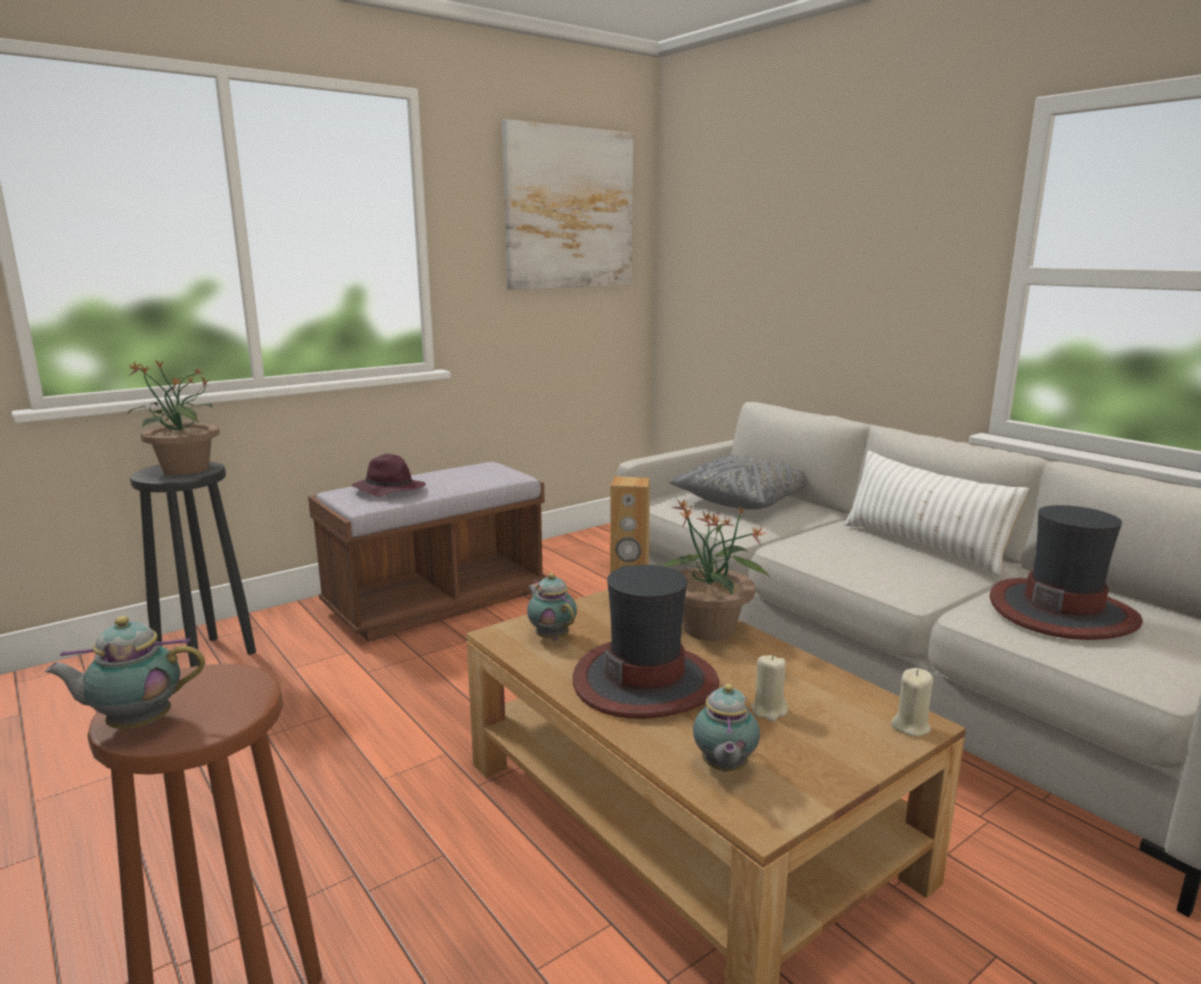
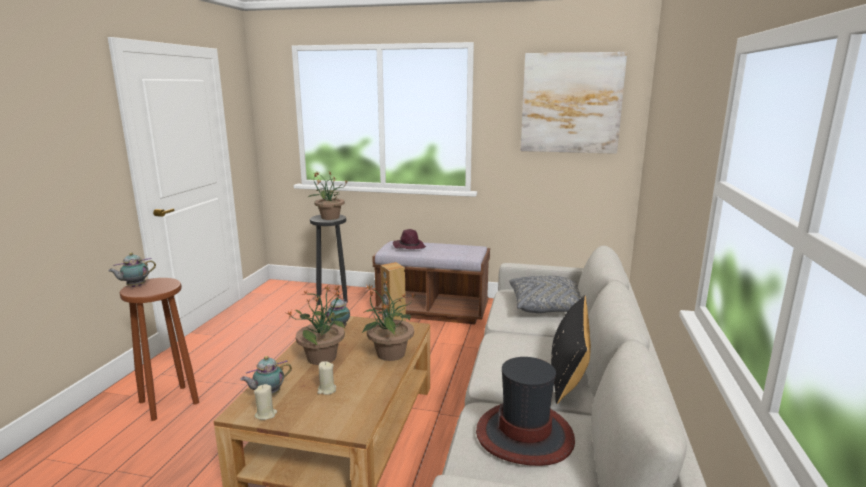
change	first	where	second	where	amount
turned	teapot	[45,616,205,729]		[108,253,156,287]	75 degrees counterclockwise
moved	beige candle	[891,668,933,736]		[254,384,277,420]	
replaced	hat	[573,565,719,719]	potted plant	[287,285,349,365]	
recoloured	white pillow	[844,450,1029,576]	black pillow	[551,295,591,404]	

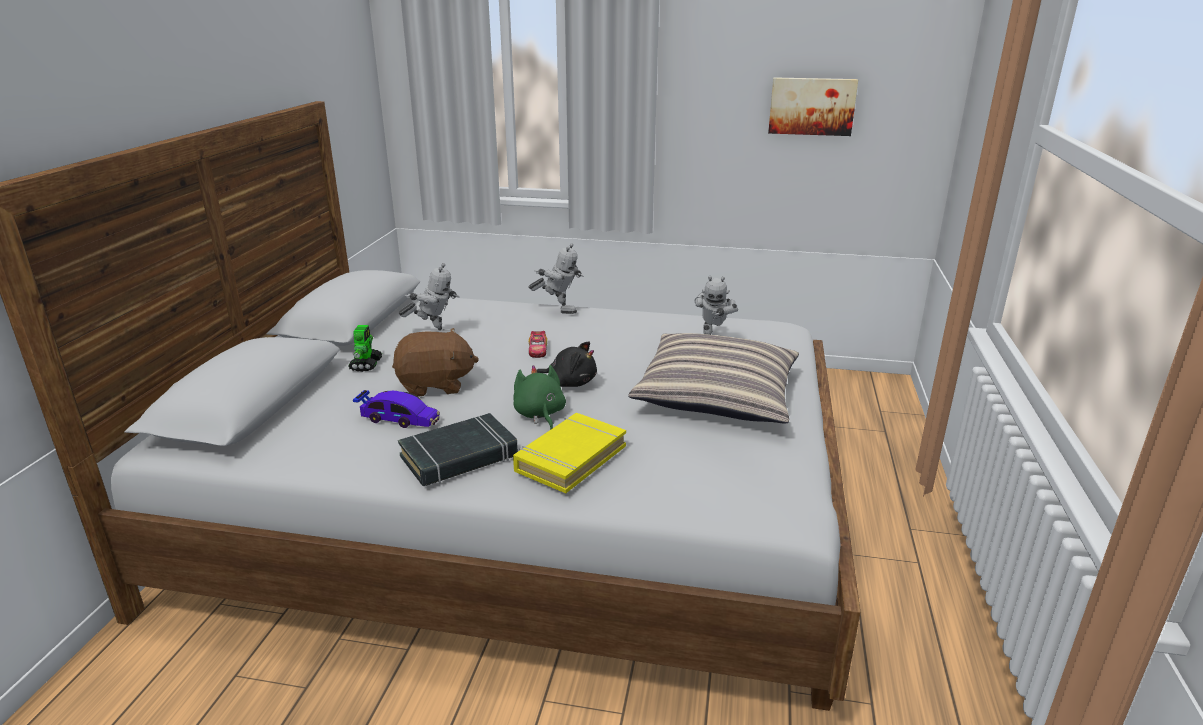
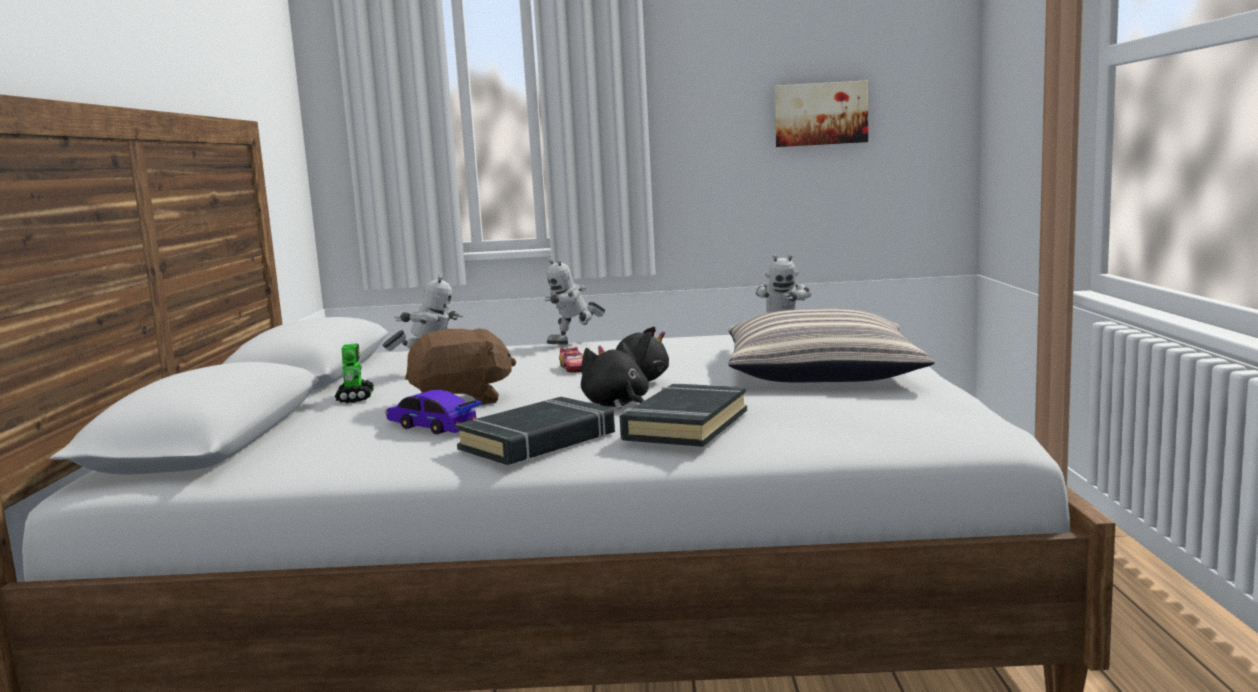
change	first	where	second	where	amount
turned	toy car	[353,390,440,428]		[385,390,482,435]	150 degrees counterclockwise
turned	toy robot	[528,243,583,314]		[544,259,605,344]	135 degrees clockwise
recoloured	green plush toy	[513,365,566,430]	black plush toy	[581,342,649,409]	
recoloured	yellow book	[513,413,626,493]	black book	[620,384,747,447]	

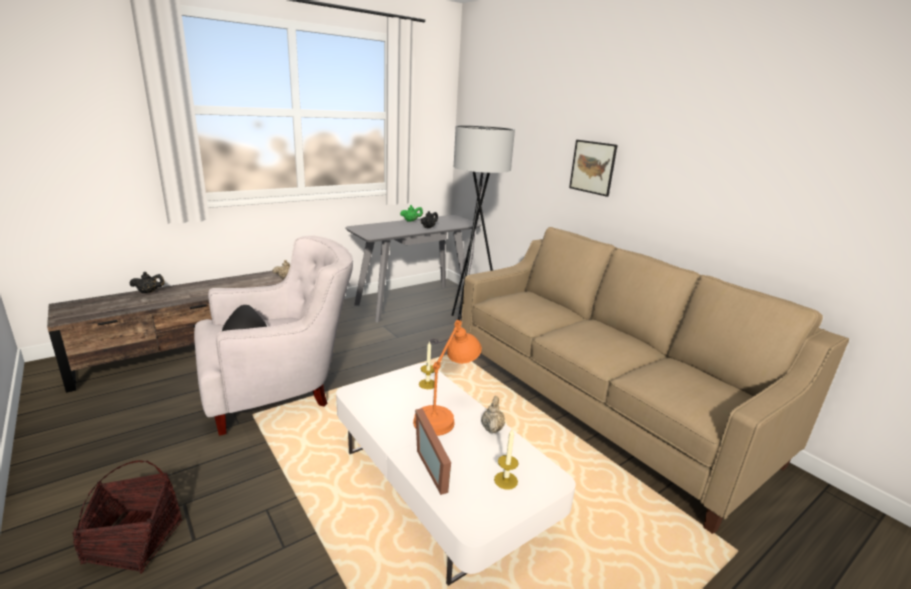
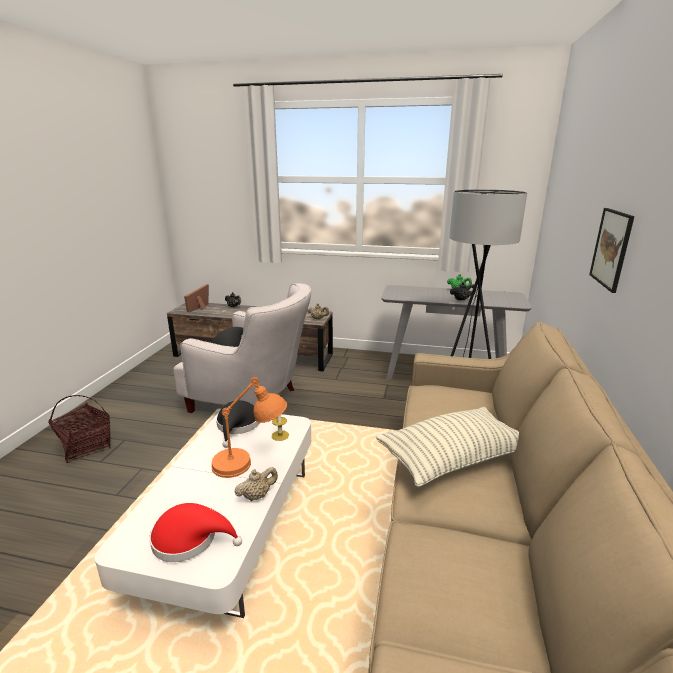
change	first	where	second	where	amount
replaced	candle	[494,429,519,490]	red hat	[150,503,242,562]	
moved	picture frame	[415,408,451,495]		[184,284,209,312]	
added			black hat	[216,400,259,448]	
added			pillow	[376,407,519,487]	

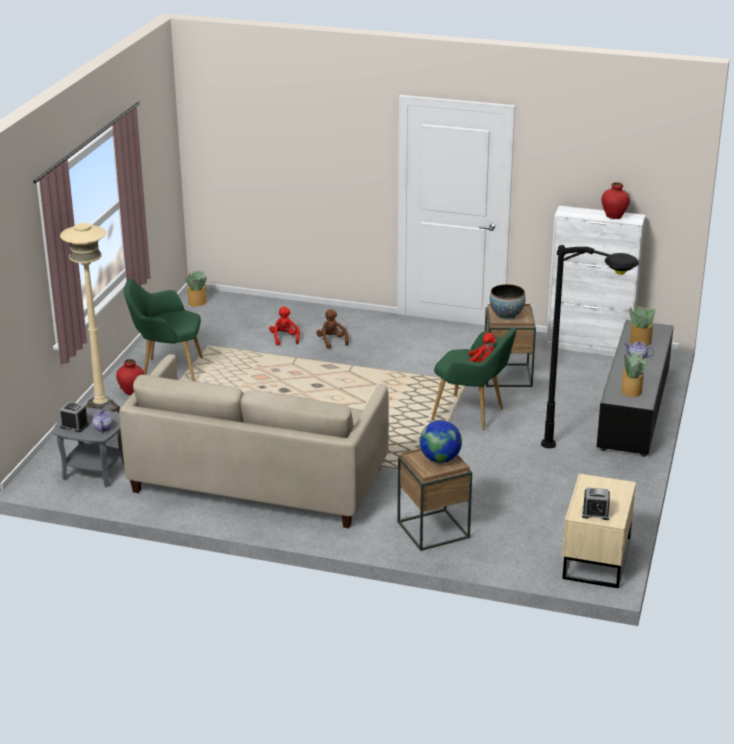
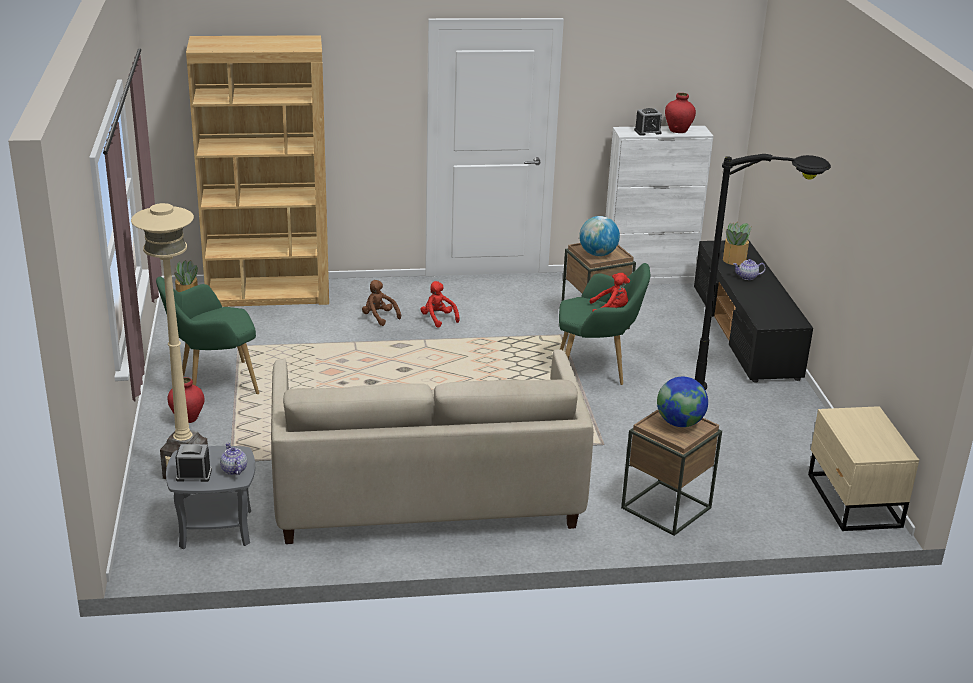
change	first	where	second	where	amount
added			brown bookcase	[186,35,329,307]	
moved	red plush toy	[269,306,300,345]		[421,281,460,328]	
replaced	bowl	[490,284,525,320]	globe	[579,216,620,256]	
moved	alarm clock	[582,487,610,520]		[634,108,662,136]	
removed	potted plant	[621,352,647,397]			

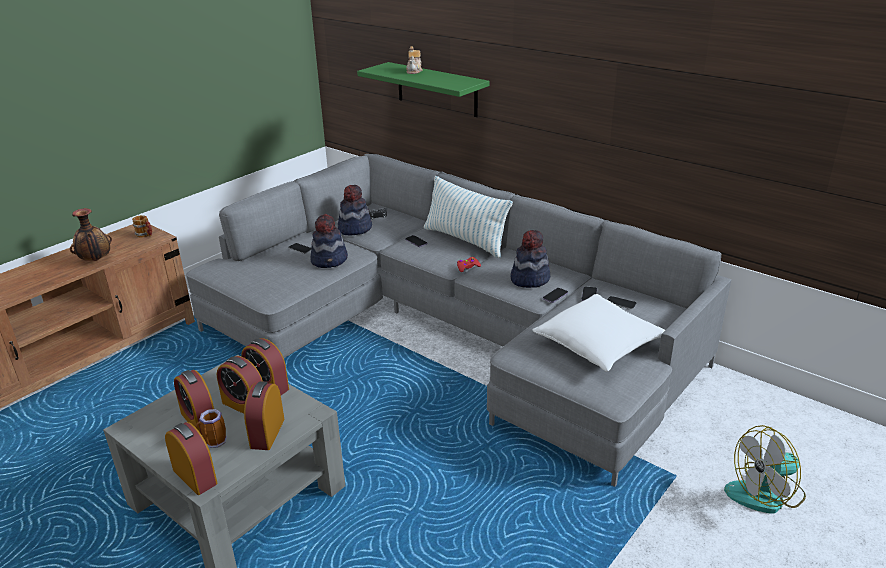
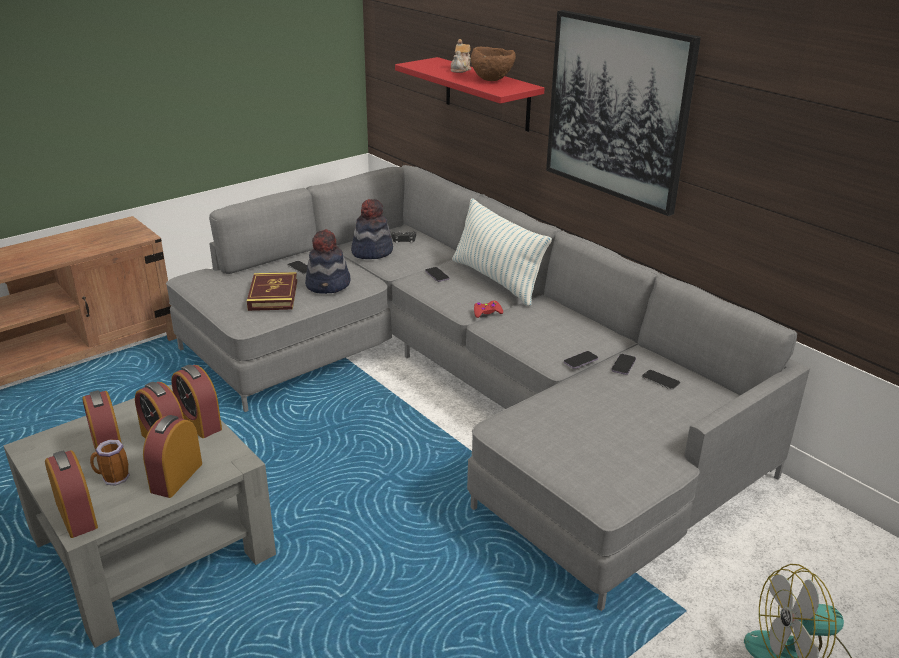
change	first	where	second	where	amount
added			book	[247,272,297,311]	
recoloured	green shelf	[357,62,489,117]	red shelf	[395,57,545,132]	
added			brown bowl	[471,47,516,81]	
added			picture	[546,10,701,216]	
removed	vase	[70,208,112,261]			
removed	mug	[132,215,152,238]			
removed	hat	[511,230,550,288]			
removed	white pillow	[532,294,665,372]			

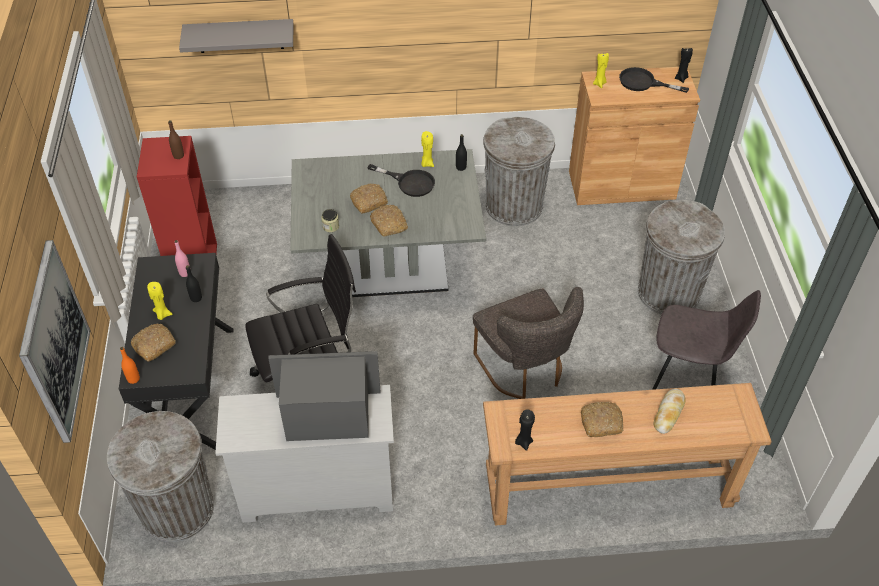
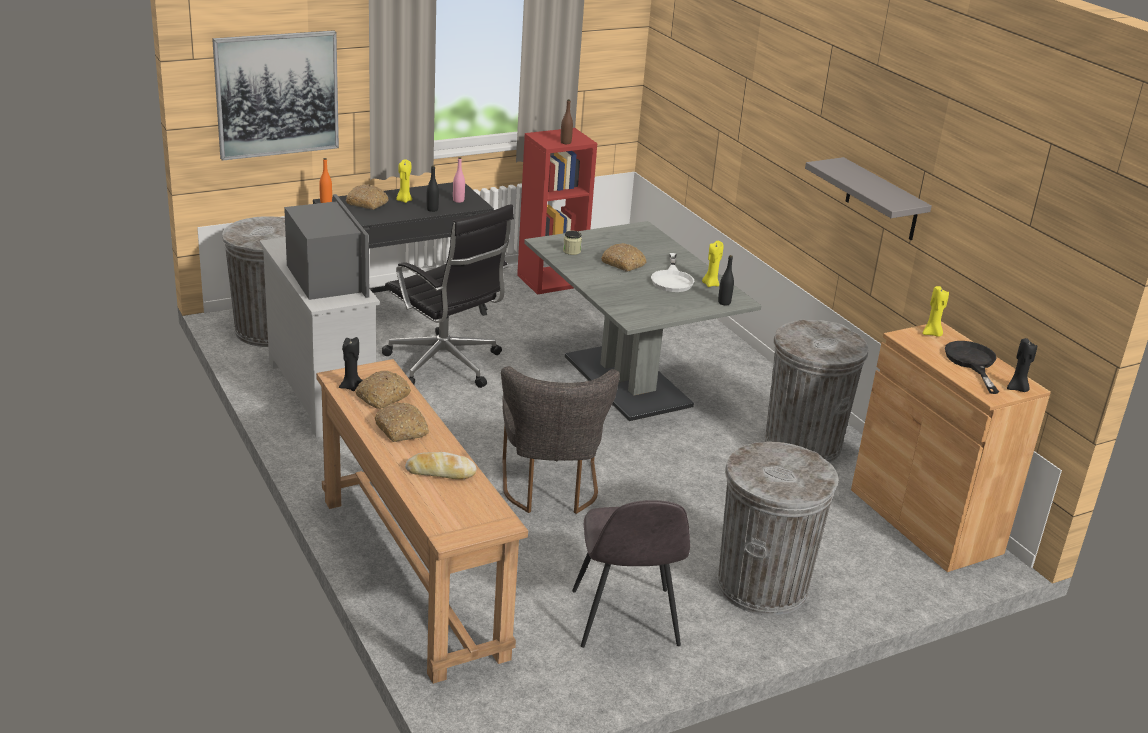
change	first	where	second	where	amount
moved	bread	[370,205,408,237]		[355,371,411,409]	
turned	grey chair	[473,287,584,399]		[501,366,620,514]	45 degrees counterclockwise
recoloured	black frying pan	[367,164,435,197]	white frying pan	[651,253,694,292]	
moved	grey shelf	[179,19,294,53]		[805,157,932,240]	

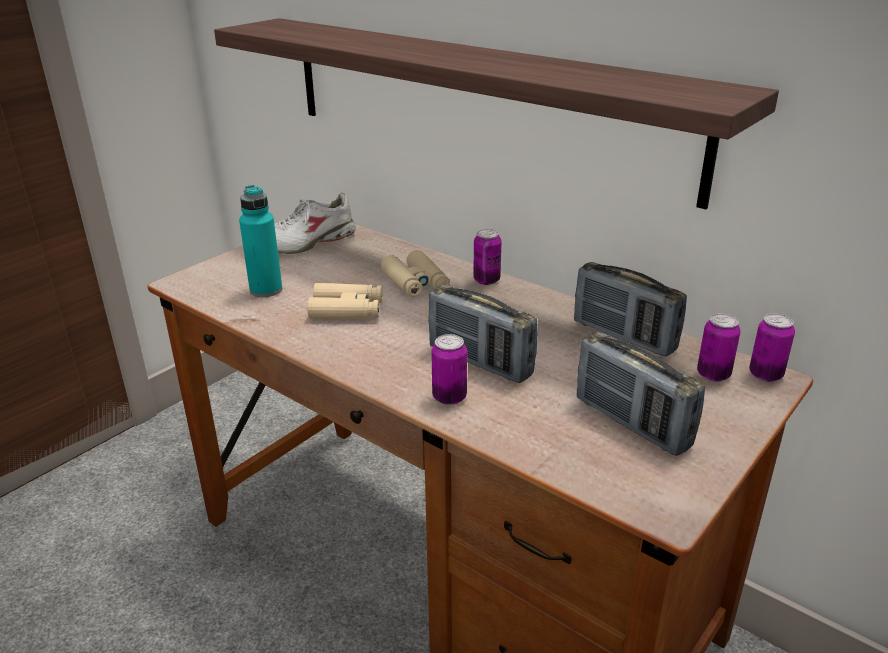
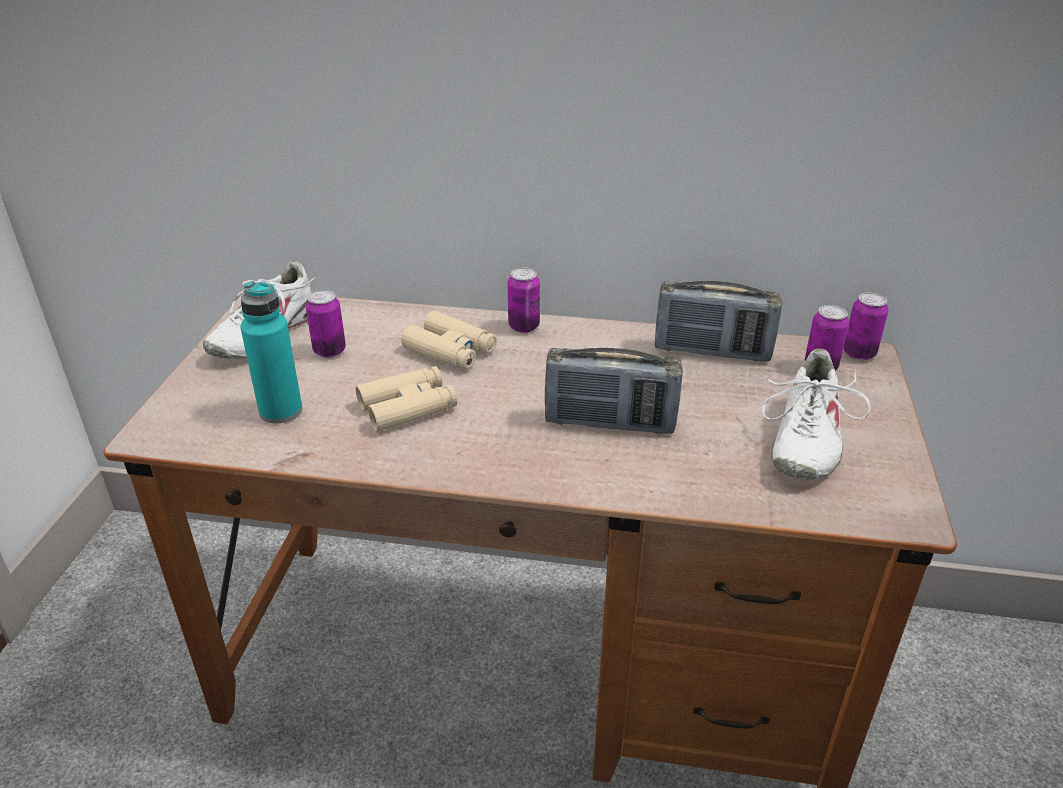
change	first	where	second	where	amount
moved	can	[431,334,467,405]		[306,290,346,358]	
replaced	radio	[577,332,705,456]	white shoe	[759,349,871,480]	
removed	shelf	[214,18,779,209]			

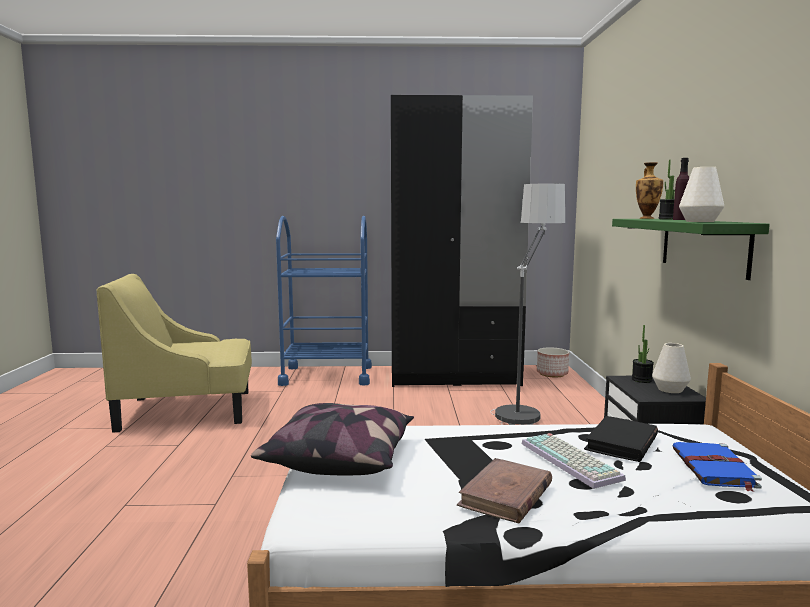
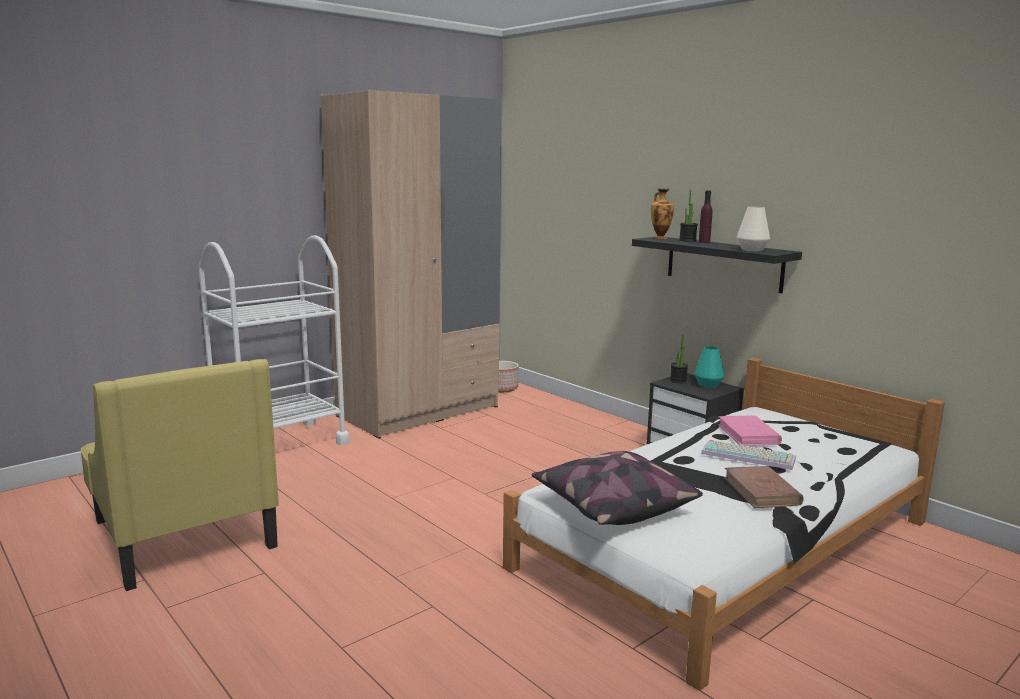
change	first	where	second	where	amount
turned	yellow armchair	[97,274,252,433]		[81,359,279,591]	75 degrees counterclockwise
recoloured	blue cart	[276,216,372,386]	white cart	[198,235,350,445]	
recoloured	black wardrobe	[391,95,533,387]	beige wardrobe	[320,90,501,439]	
recoloured	green shelf	[612,219,770,280]	black shelf	[632,237,802,293]	
recoloured	white vase	[652,343,691,393]	turquoise vase	[694,346,724,388]	
recoloured	black book	[584,416,658,462]	pink book	[718,415,782,446]	
removed	floor lamp	[490,183,565,425]			
removed	blue book	[672,442,762,492]			

